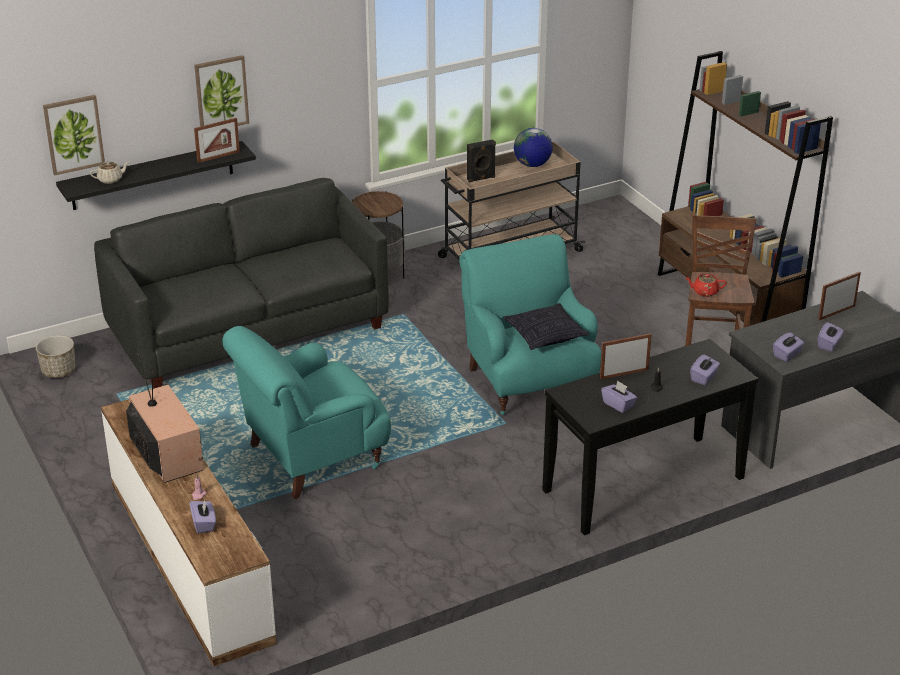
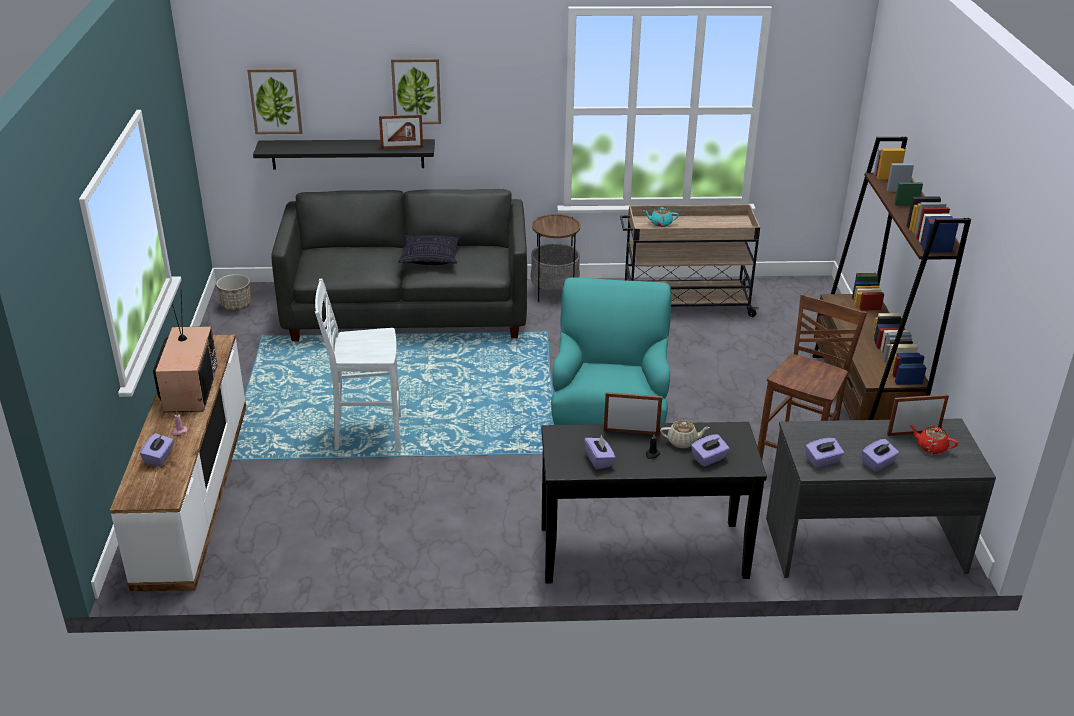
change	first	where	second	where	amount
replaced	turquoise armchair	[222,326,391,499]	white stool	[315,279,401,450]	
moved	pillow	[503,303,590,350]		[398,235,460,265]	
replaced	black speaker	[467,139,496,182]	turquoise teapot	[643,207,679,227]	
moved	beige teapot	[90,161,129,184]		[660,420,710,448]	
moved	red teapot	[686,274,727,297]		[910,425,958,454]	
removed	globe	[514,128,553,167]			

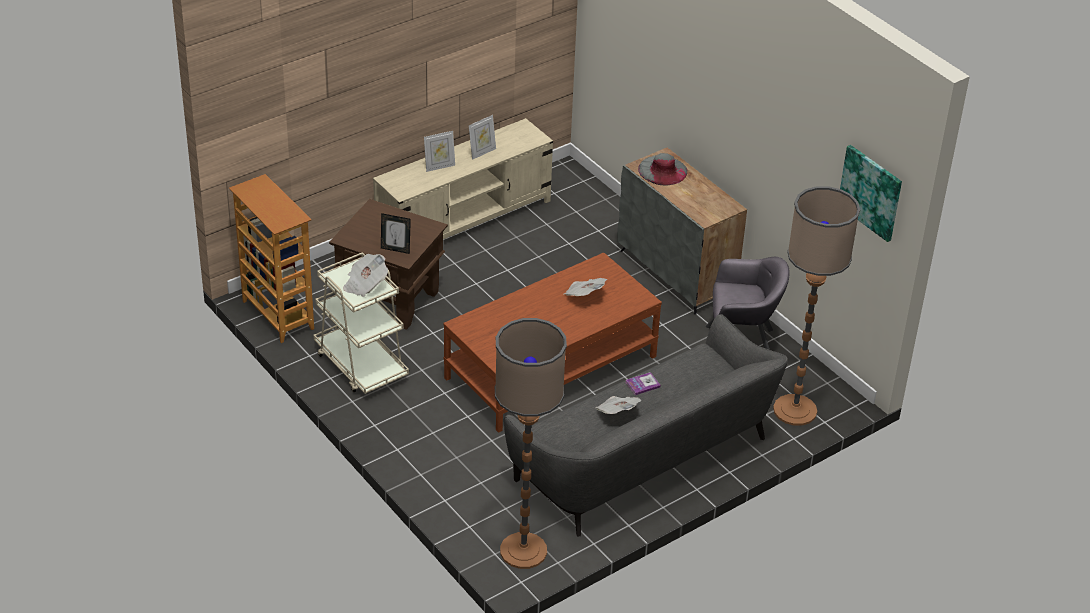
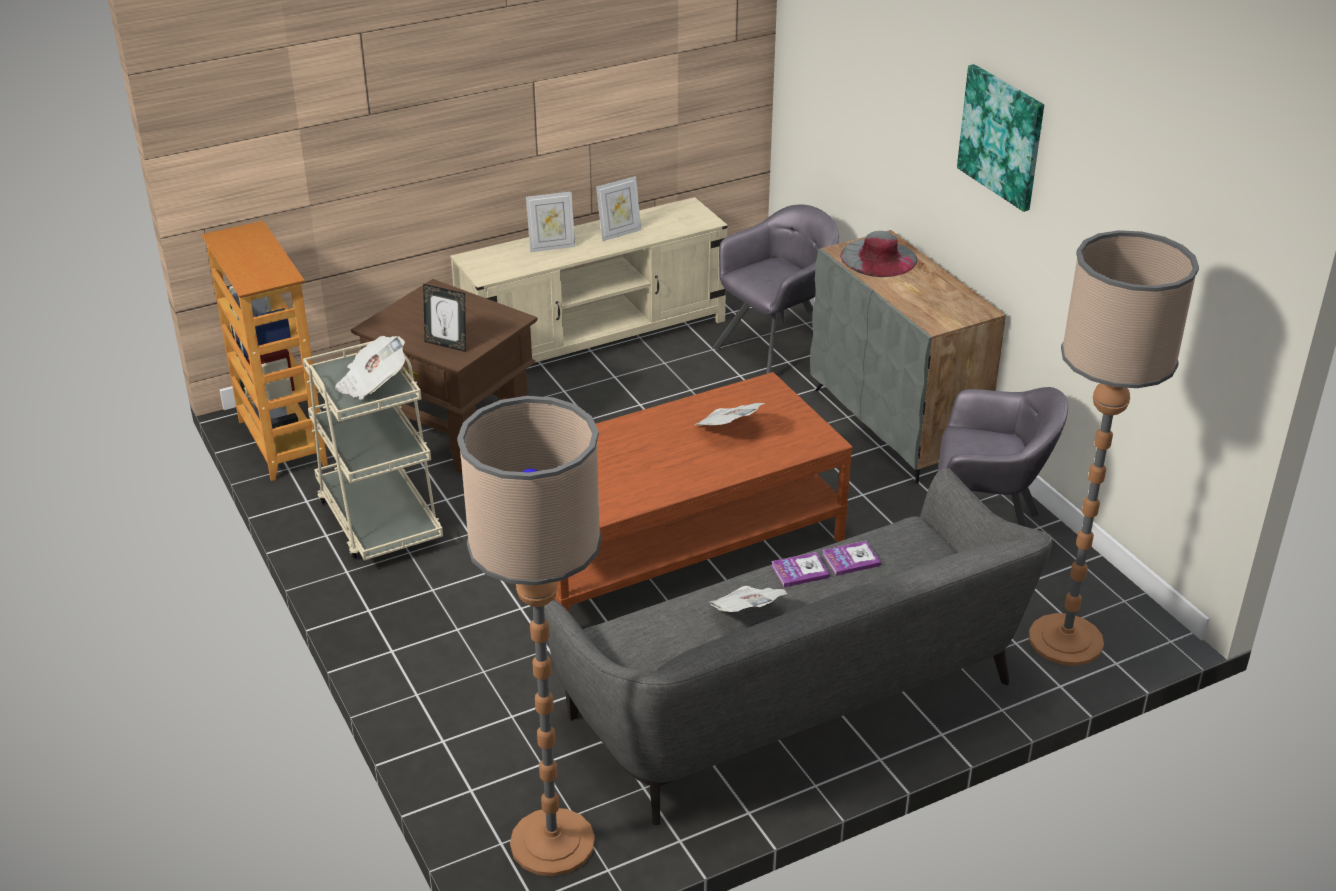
change	first	where	second	where	amount
added			grey armchair	[712,205,839,374]	
added			book	[822,541,881,576]	
moved	picture	[840,145,902,242]		[957,64,1044,212]	

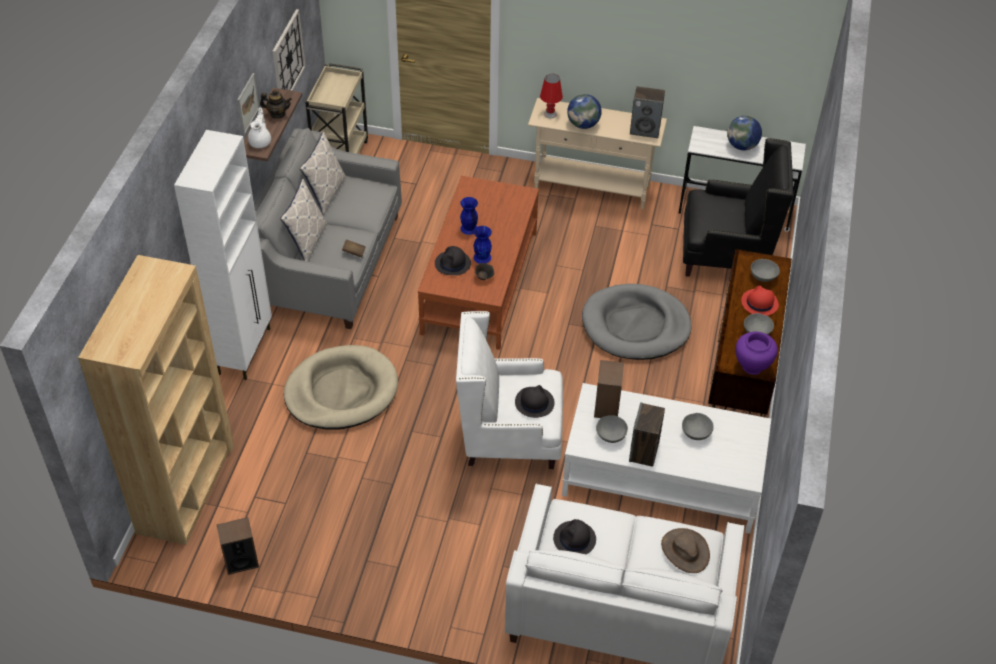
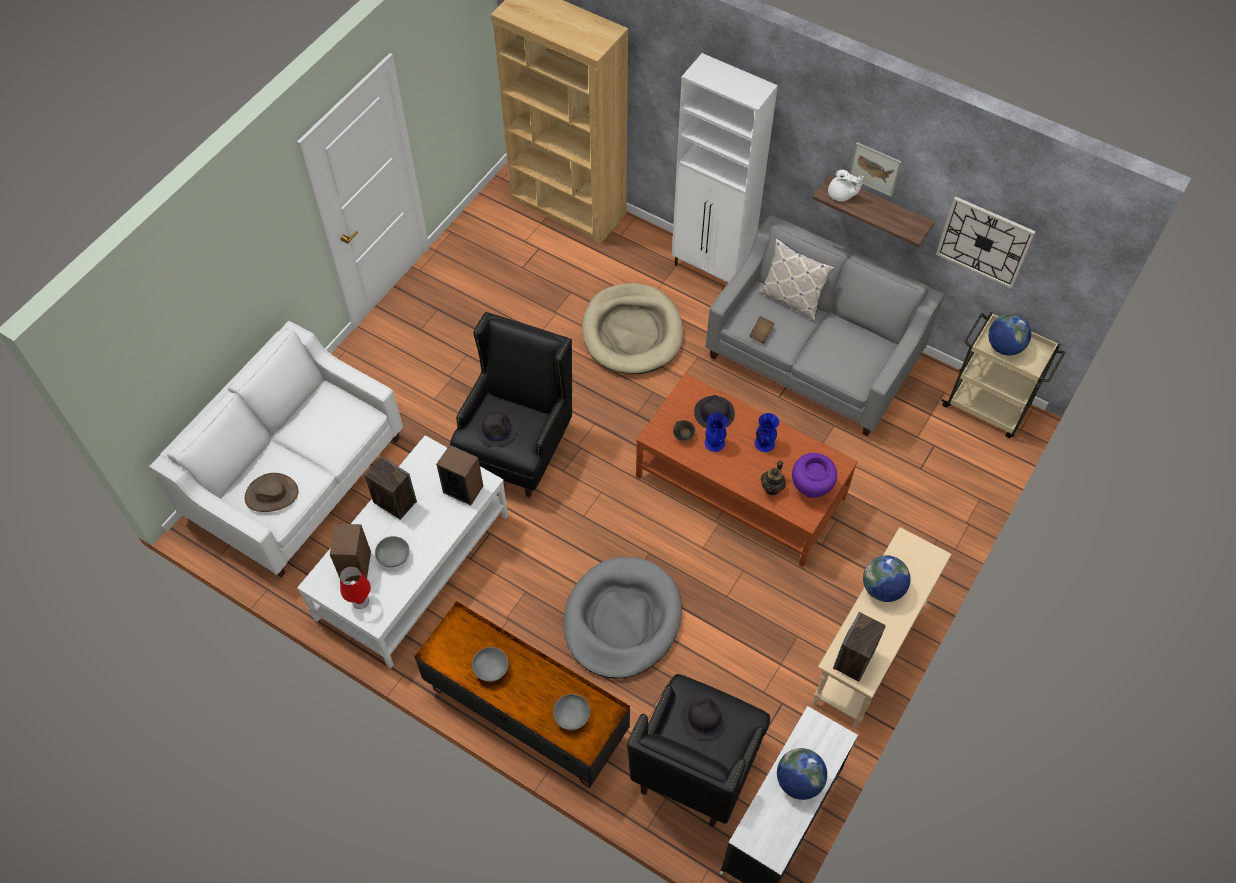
change	first	where	second	where	amount
moved	speaker	[217,517,259,575]		[330,524,371,581]	
moved	red table lamp	[540,74,563,118]		[340,566,371,609]	
recoloured	white armchair	[456,311,563,469]	black armchair	[450,312,572,498]	
moved	black hat	[553,519,596,554]		[681,695,728,740]	
moved	teapot	[260,90,292,119]		[761,461,786,495]	
moved	purple vase	[735,332,778,375]		[792,453,837,498]	
added			globe	[988,314,1031,355]	
removed	pillow	[299,132,346,215]			
removed	grey bowl	[596,415,628,443]			
removed	red hat	[741,285,779,316]			

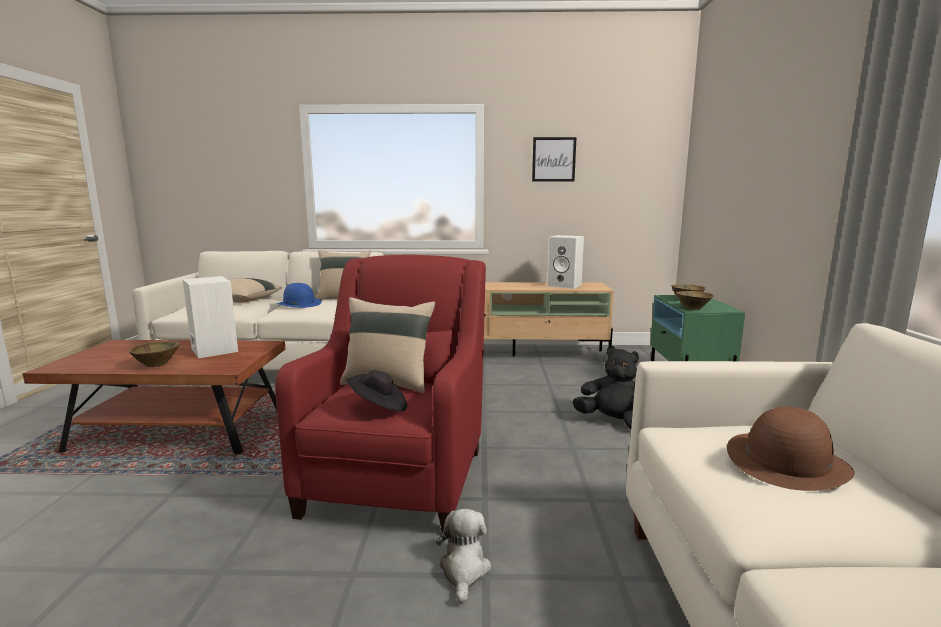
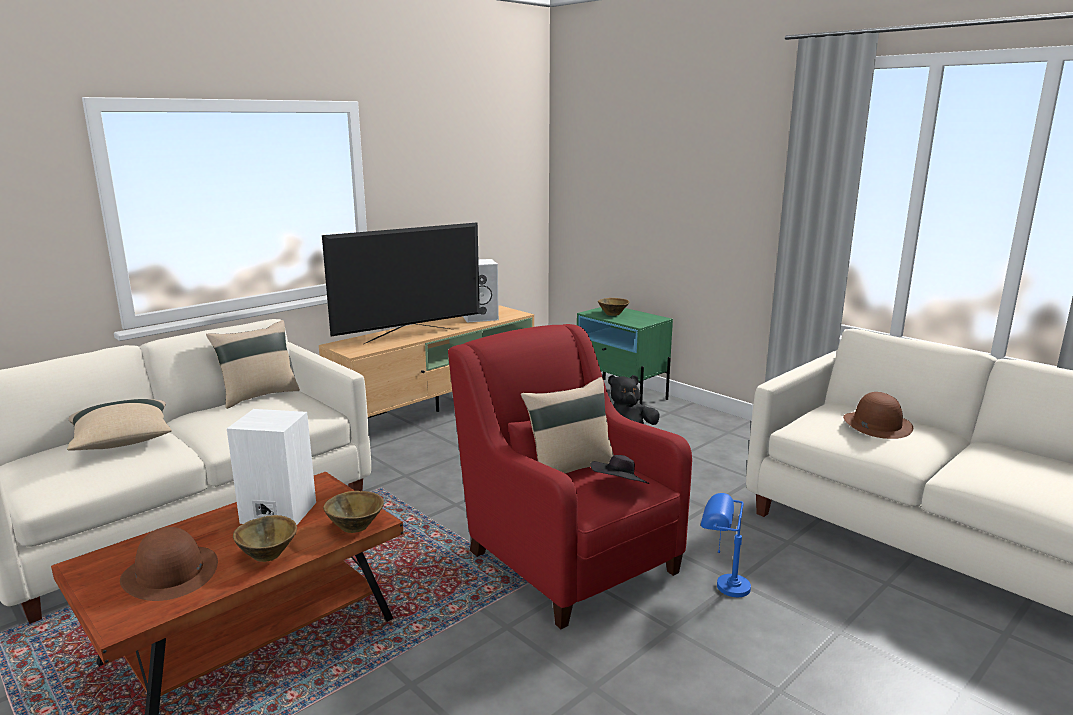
change	first	where	second	where	amount
added			brown hat	[120,527,218,601]	
added			television	[322,222,480,344]	
moved	brown bowl	[676,291,714,310]		[323,491,384,533]	
replaced	plush toy	[436,509,491,604]	blue table lamp	[701,493,751,597]	
removed	blue hat	[277,283,322,308]			
removed	picture	[532,137,577,182]			

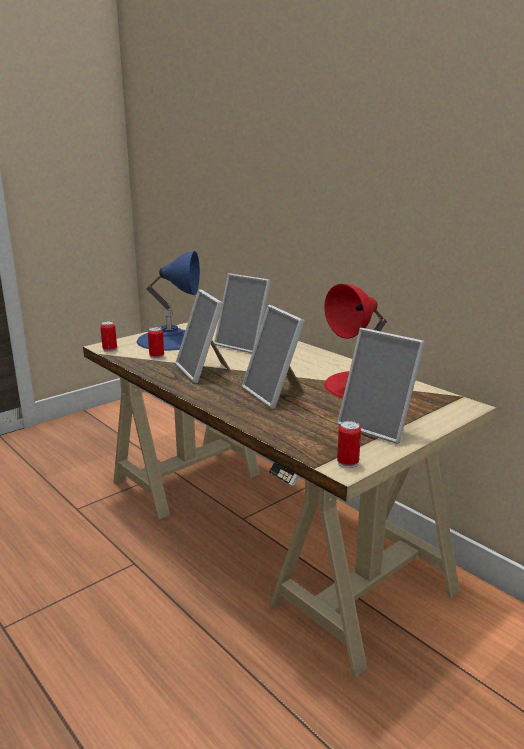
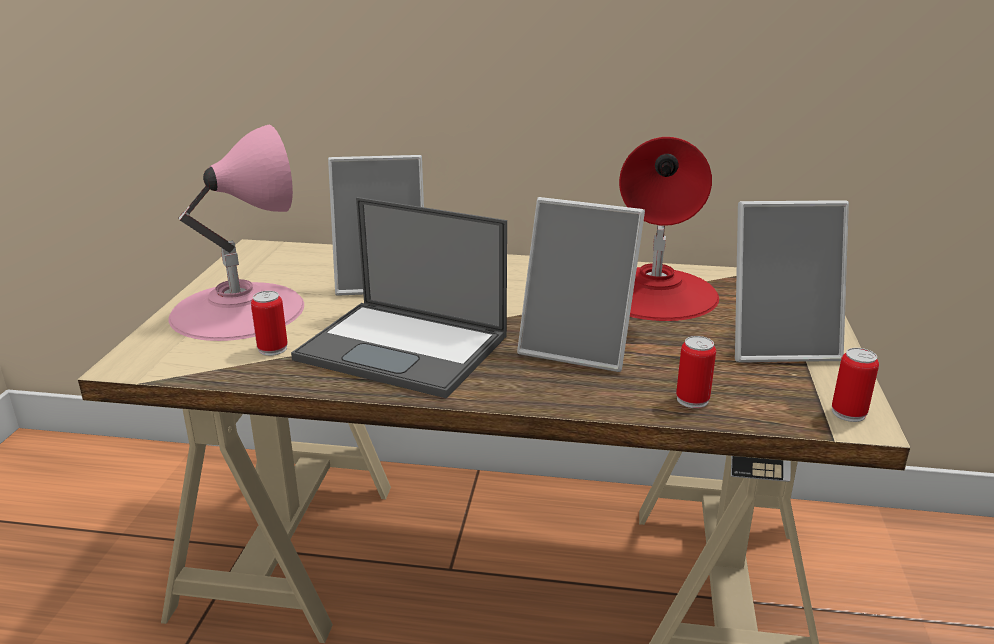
change	first	where	second	where	amount
recoloured	blue table lamp	[137,251,200,351]	pink table lamp	[169,125,304,341]	
replaced	picture frame	[176,290,231,383]	laptop	[291,197,507,399]	
moved	can	[100,321,117,352]		[676,336,716,408]	

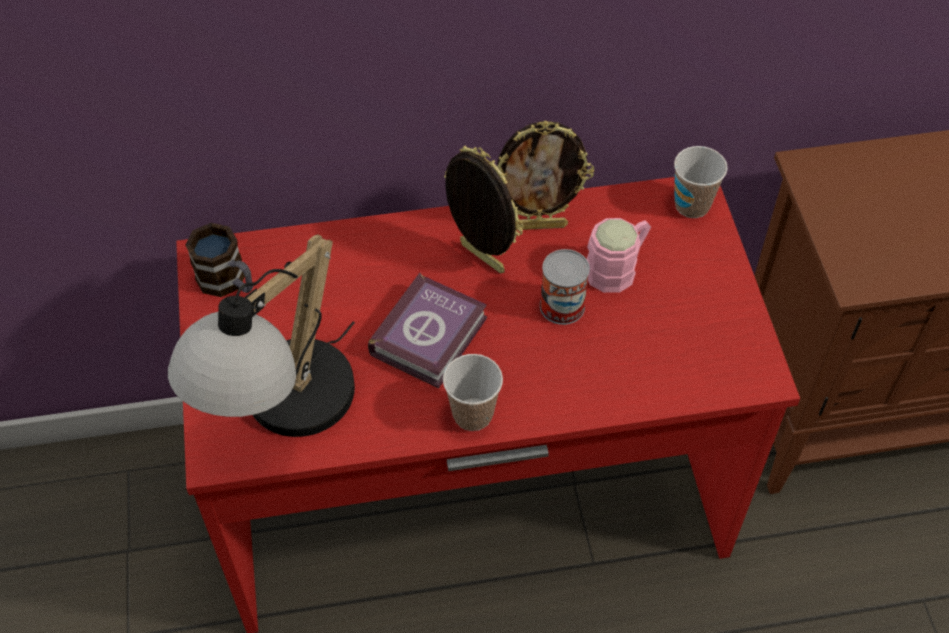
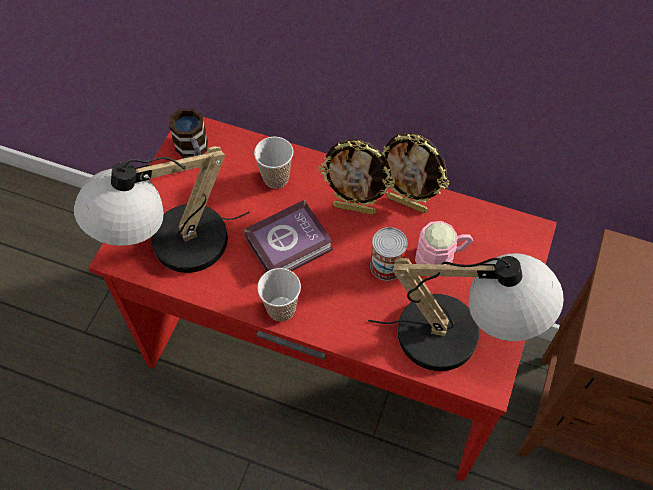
change	first	where	second	where	amount
moved	cup	[674,146,728,218]		[254,137,293,189]	
turned	picture frame	[444,145,524,273]		[318,139,395,215]	120 degrees clockwise
added			table lamp	[368,253,564,371]	

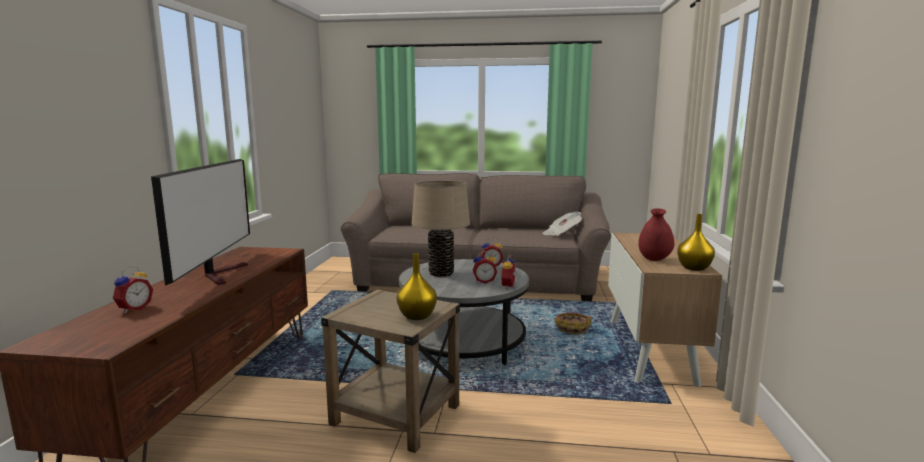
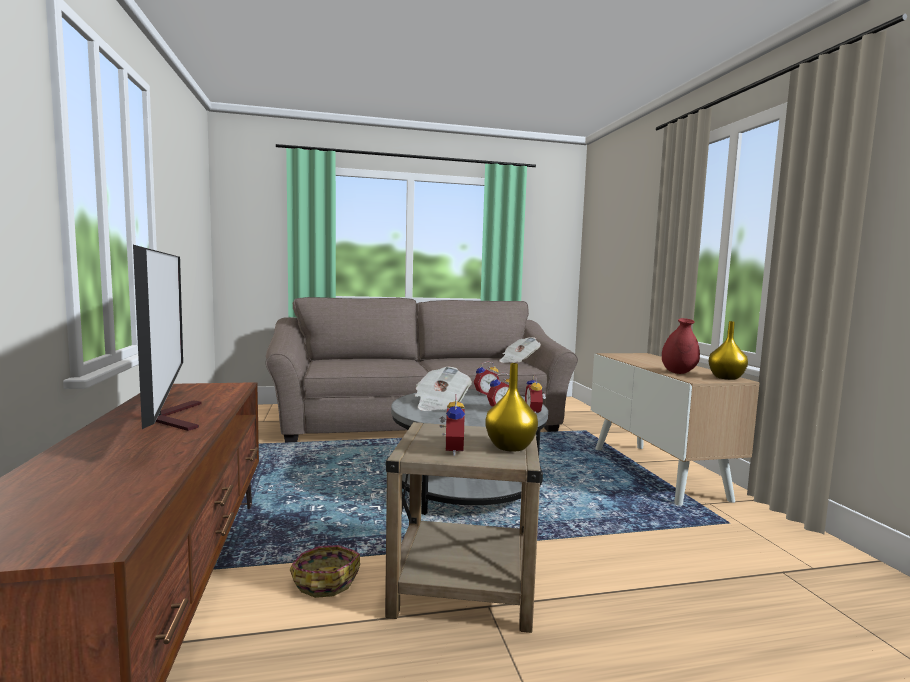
change	first	where	second	where	amount
moved	basket	[554,312,592,334]		[290,545,360,598]	
replaced	beige table lamp	[412,180,470,277]	newspaper	[415,367,472,411]	
moved	alarm clock	[113,267,153,313]		[440,394,465,456]	

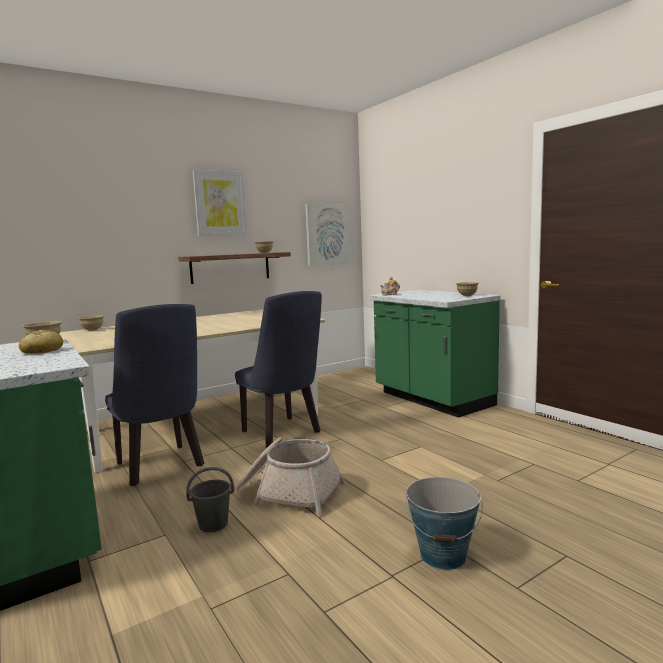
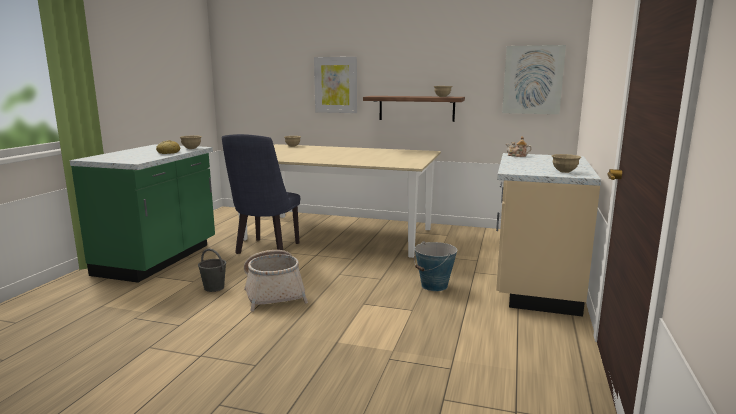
change	first	where	second	where	amount
moved	picture	[192,170,247,236]		[314,57,357,113]	
moved	bucket	[405,477,483,570]		[414,241,457,291]	
recoloured	green counter	[369,290,501,418]	beige counter	[496,153,601,317]	
removed	blue chair	[235,291,322,447]			

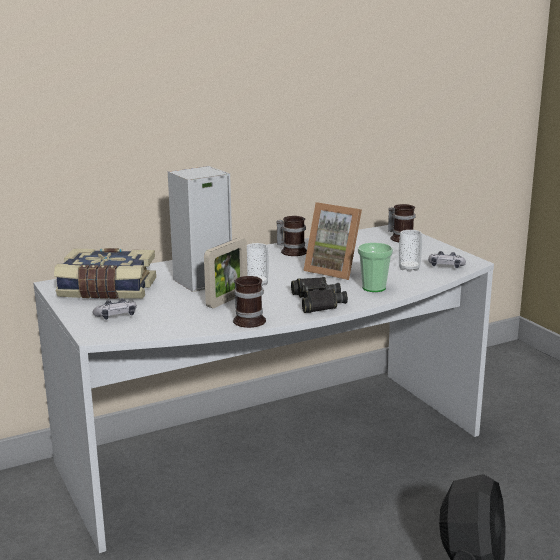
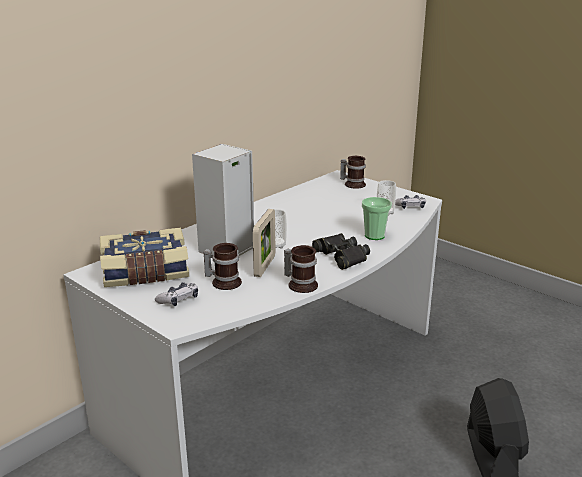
change	first	where	second	where	amount
moved	mug	[277,216,307,256]		[203,243,242,290]	
removed	picture frame	[303,202,362,280]			

